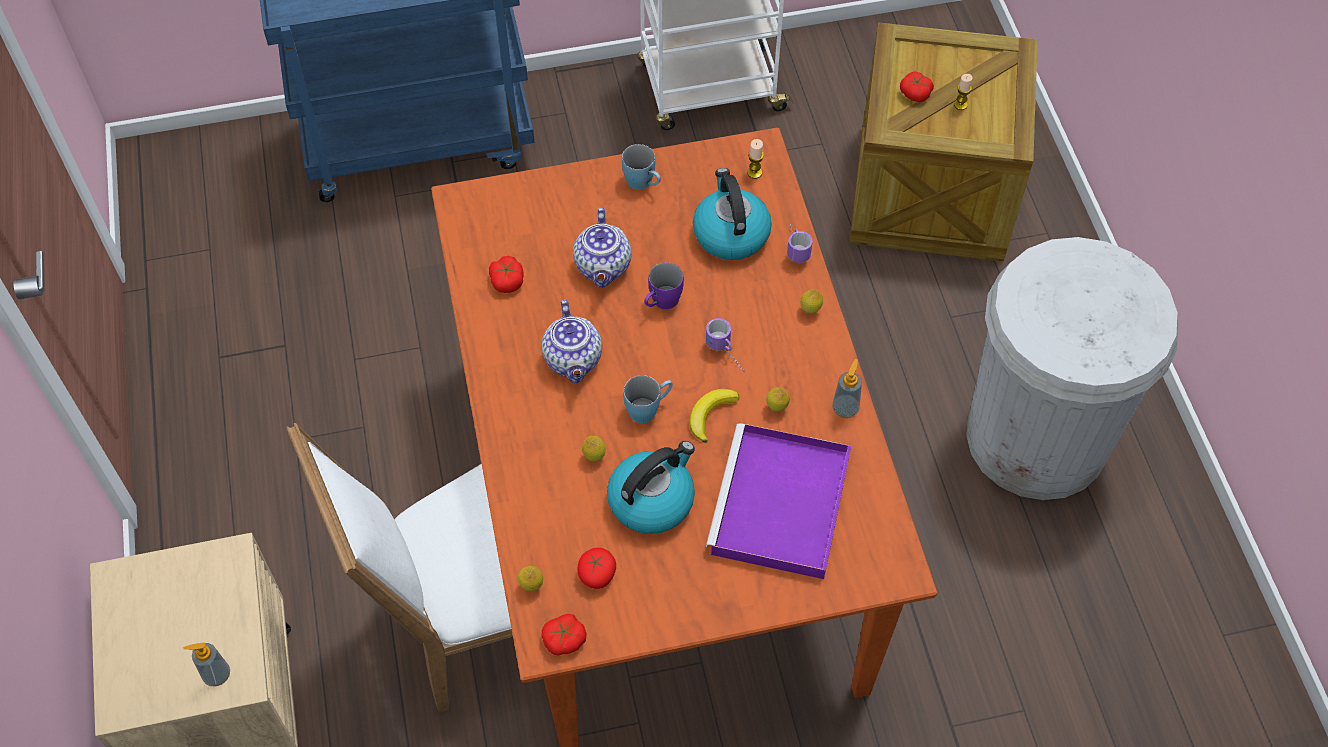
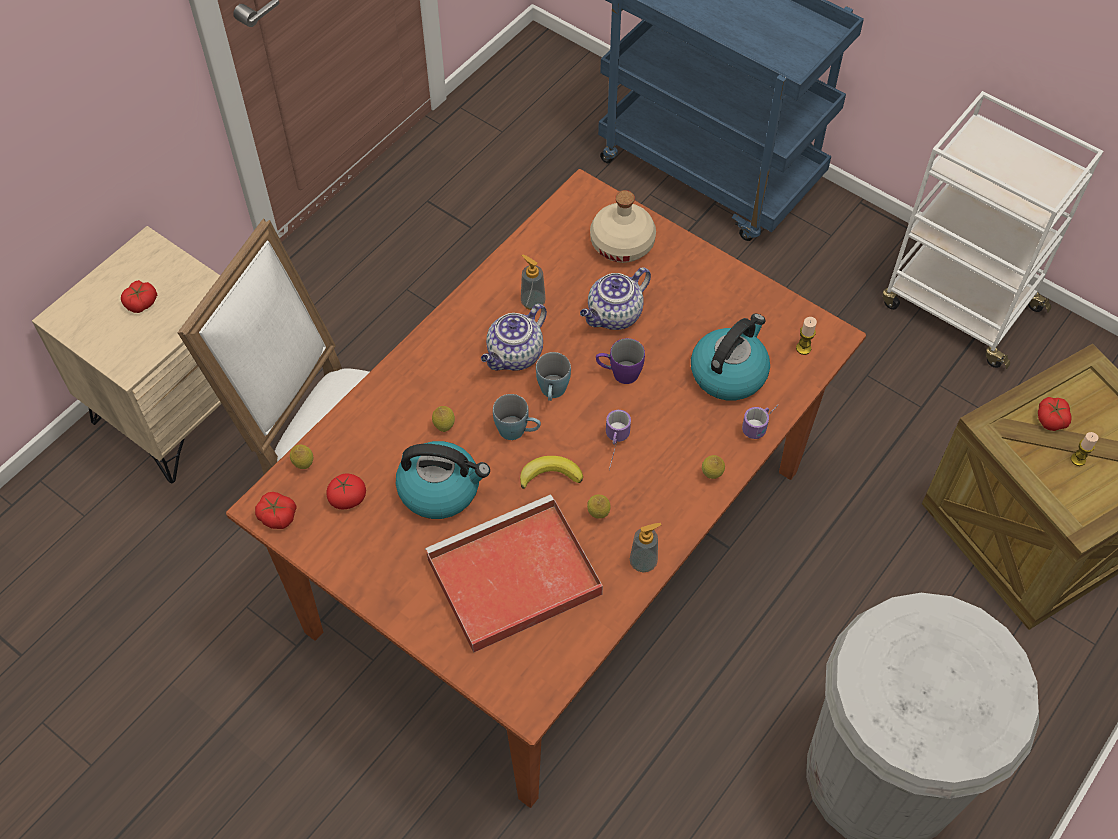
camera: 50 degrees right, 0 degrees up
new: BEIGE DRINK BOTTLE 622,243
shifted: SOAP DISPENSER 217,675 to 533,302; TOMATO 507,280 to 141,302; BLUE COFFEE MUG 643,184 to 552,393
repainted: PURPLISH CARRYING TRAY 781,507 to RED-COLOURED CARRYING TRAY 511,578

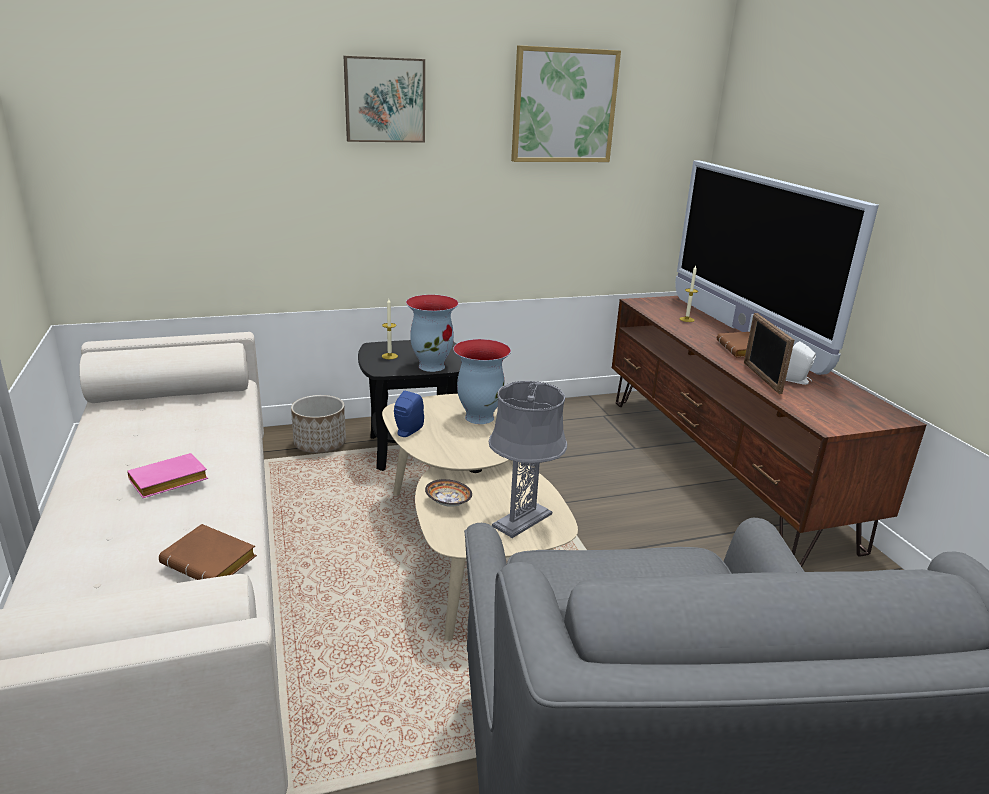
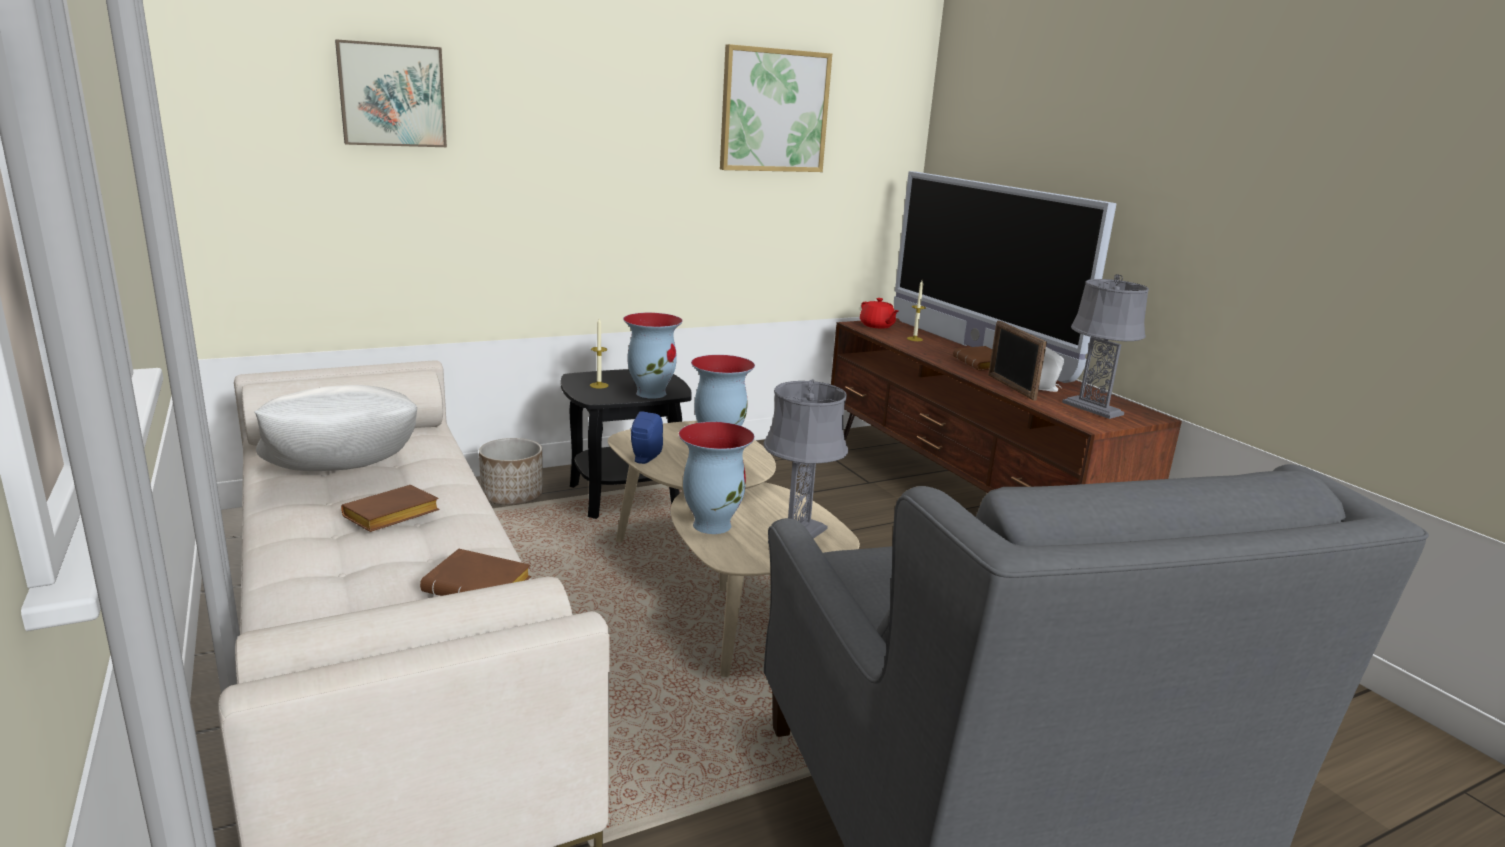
camera: 10 degrees left, 5 degrees down
new: WHITE THROW PILLOW 341,476; RED-COLOURED TEA POT 877,326; GREYISH TABLE LAMP 1091,408
shifted: WALL PICTURE 384,100 to 392,95
swapped: DEEP DISH 448,502 to DECORATIVE VASE 711,524
repainted: PINK-COLOURED BOOK 167,482 to BROWNISH BOOK 390,517

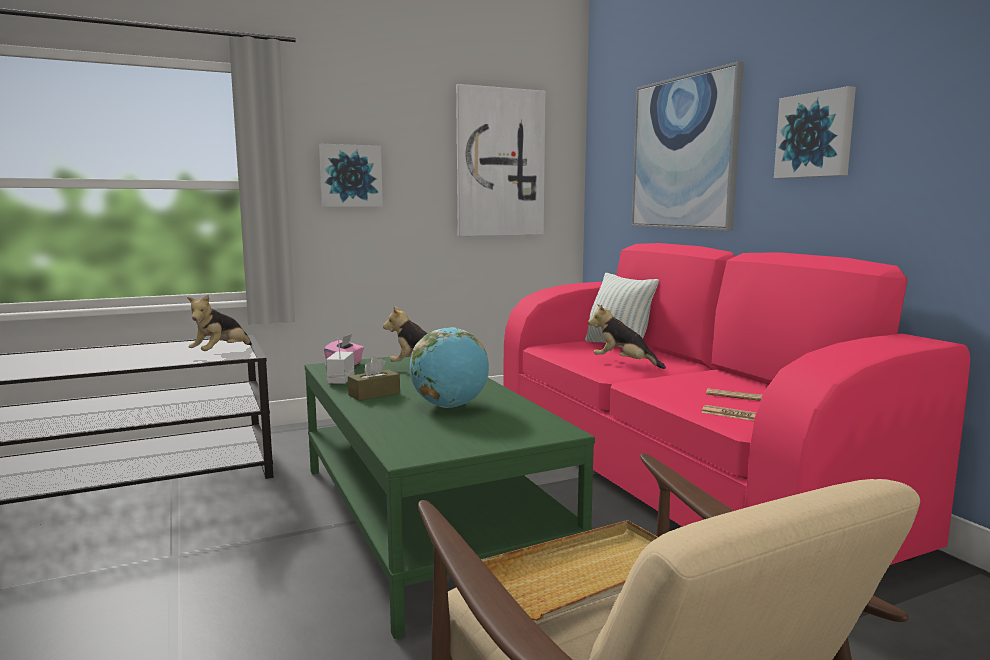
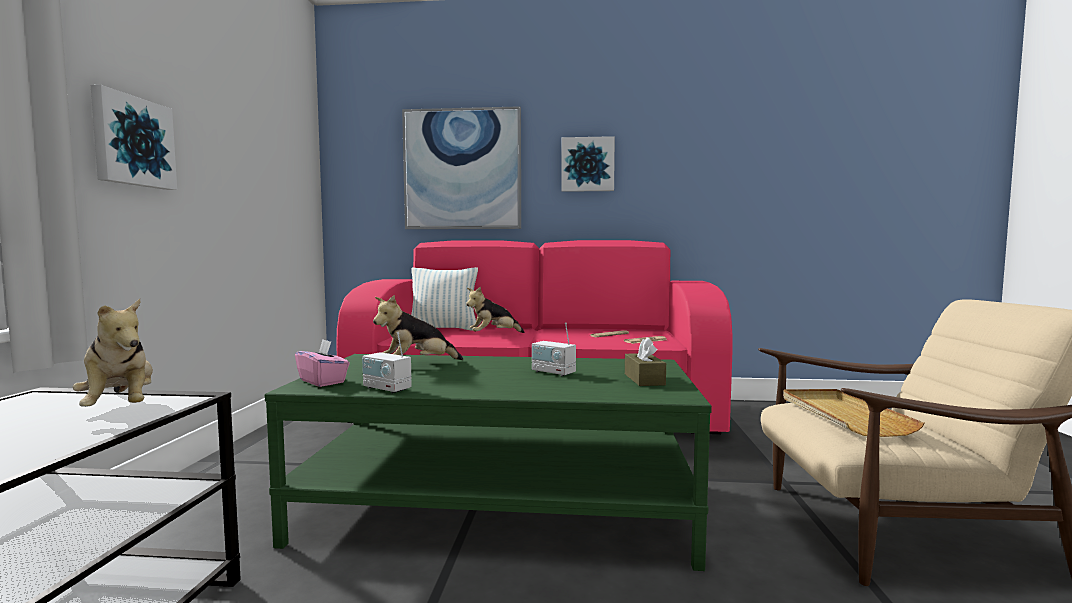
camera: 60 degrees left, 5 degrees down
gone: WALL PICTURE 500,163
shifted: BROWNISH TISSUE BOX 374,394 to 644,379
swapped: DESK GLOBE 450,406 to RADIO 553,372

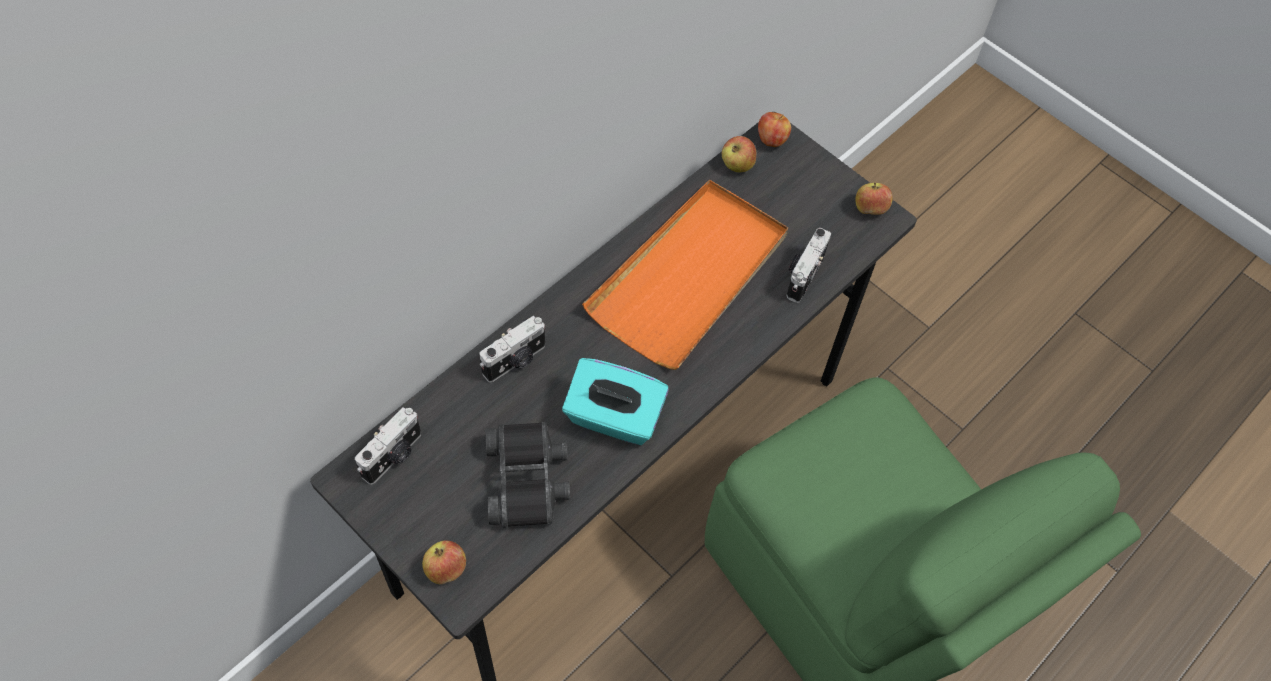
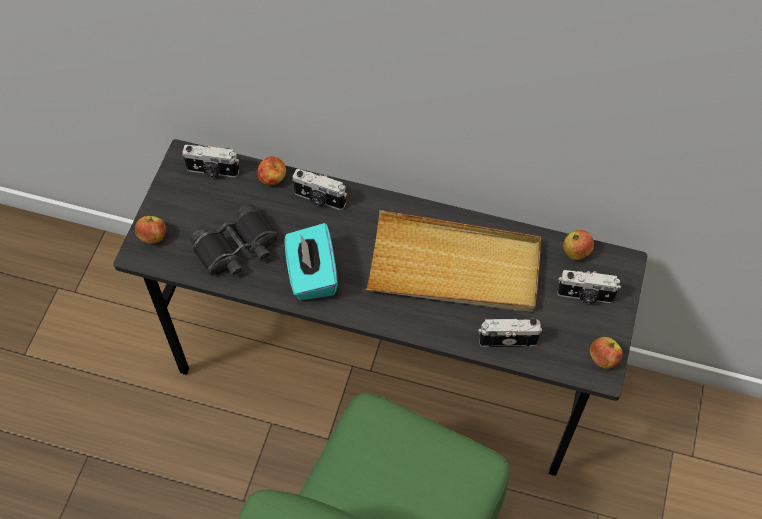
camera: 65 degrees right, 0 degrees up
new: STILL CAMERA 585,296
shifted: APPLE 771,140 to 273,179
repainted: ORANGEY CARRYING TRAY 690,277 to BEIGE CARRYING TRAY 454,267

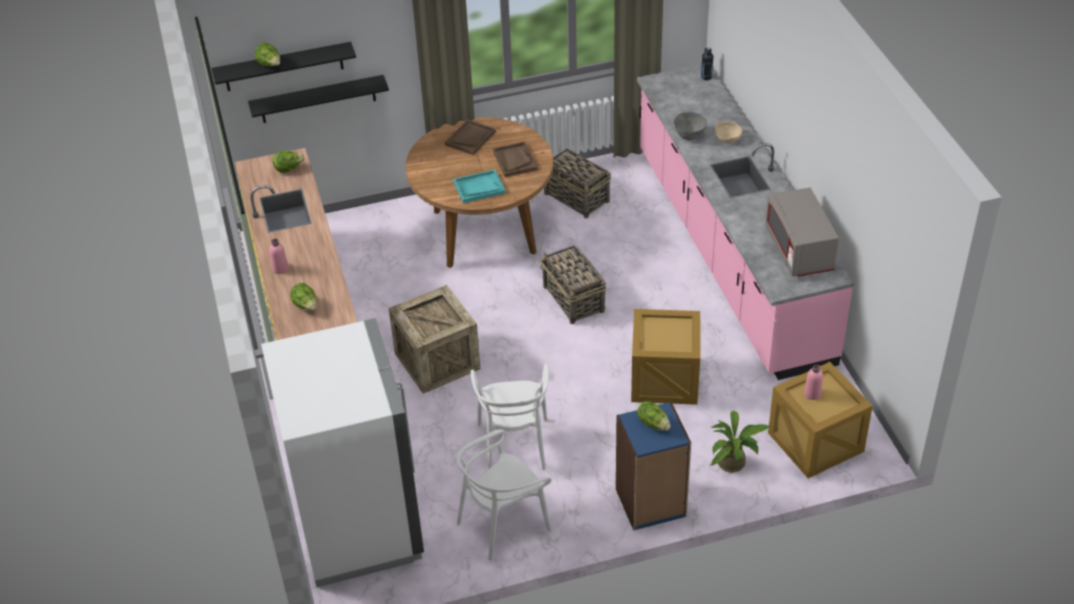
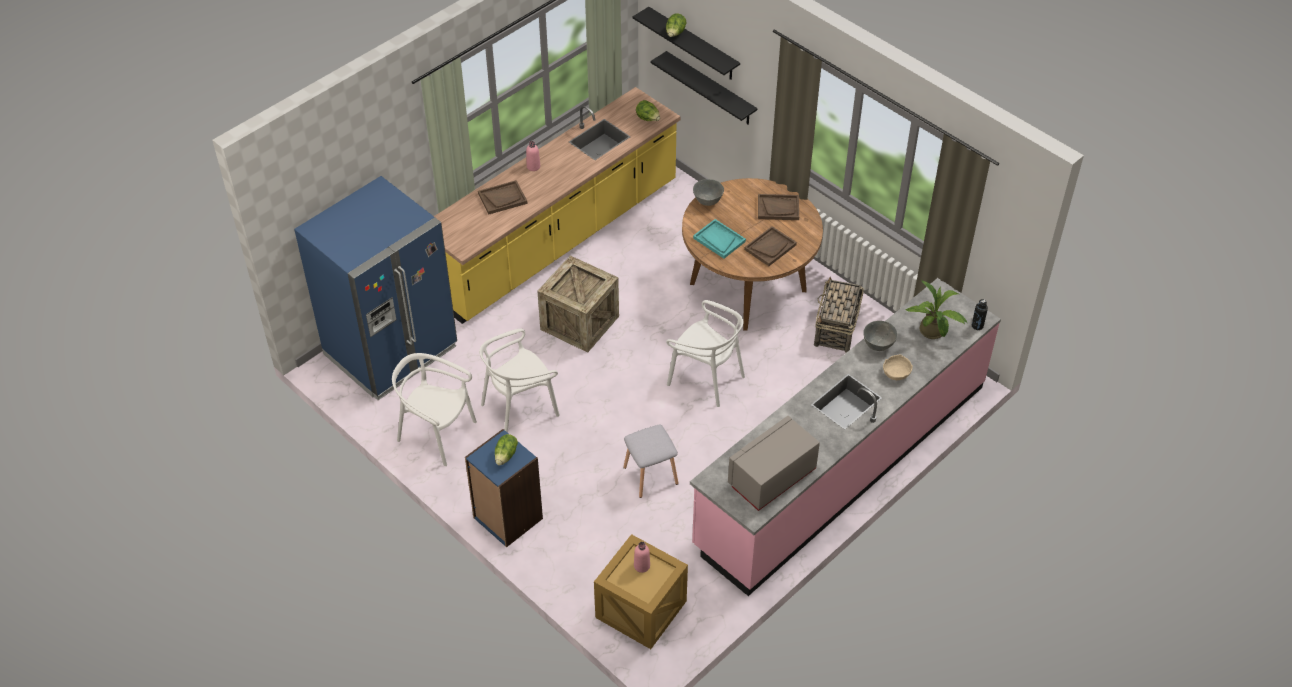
camera: 60 degrees right, 5 degrees up
new: GREYISH DEEP DISH 707,201
shifted: PLANT IN A POT 735,463 to 933,333
swapped: LETTUCE HEAD 306,306 to BROWNISH CARRYING TRAY 502,198; HOUSEHOLD BASKET 574,299 to WHITE PLAIN CHAIR 706,378; PACKING CRATE 664,380 to GREYISH SITTING STOOL 650,476
repainted: WHITE KITCHEN FRIDGE 358,524 to BLUE KITCHEN FRIDGE 391,351

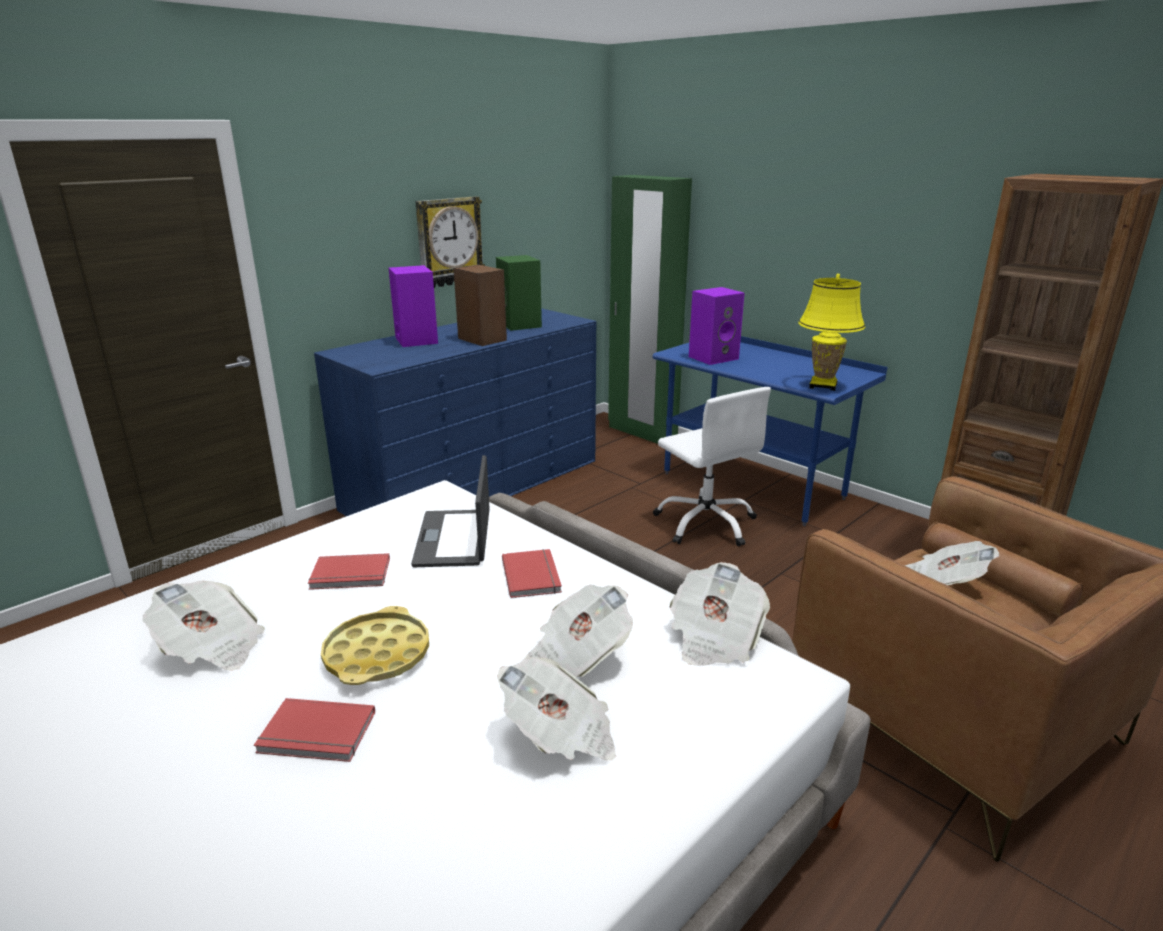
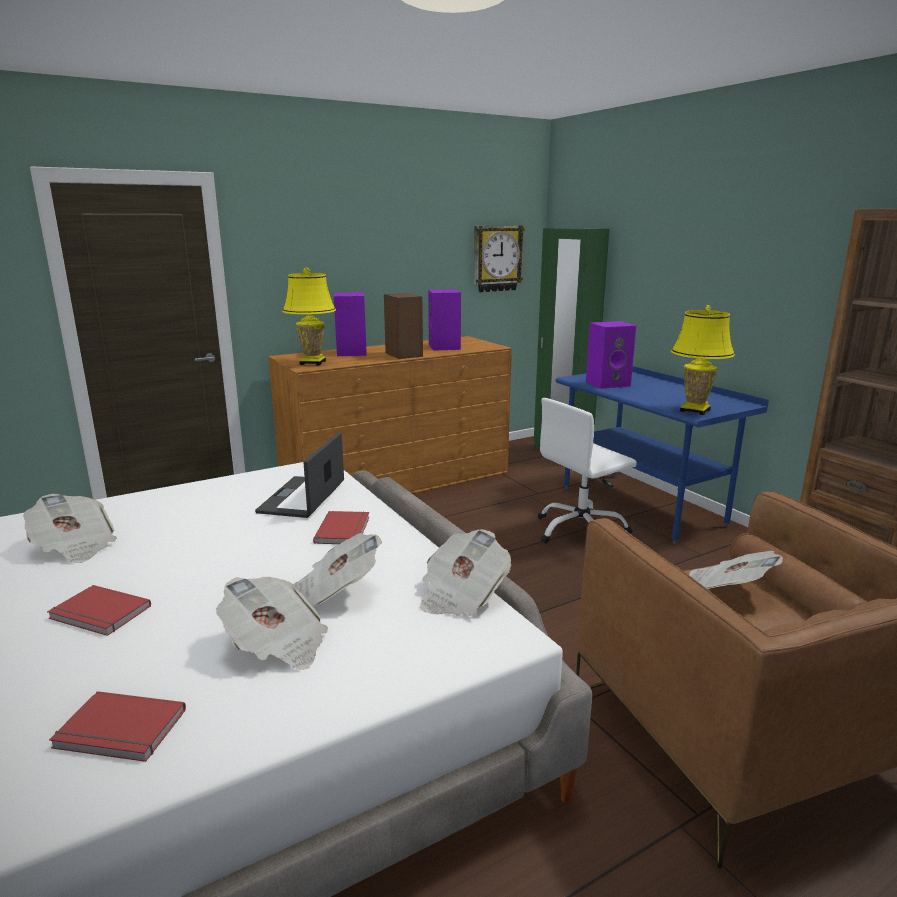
camera: 15 degrees right, 5 degrees down
gone: YELLOWISH CARRYING TRAY 377,654
new: YELLOWISH TABLE LAMP 312,363
shifted: RED-COLOURED BOOK 350,575 to 119,731; CLOCK ON THE WALL 449,242 to 497,258
repainted: BLUE DRAWER CHEST 475,484 to BROWNISH DRAWER CHEST 397,479; GREEN-COLOURED SPEAKER 521,325 to PURPLISH SPEAKER 445,347
rotated: WHITE OFFICE CHAIR 706,523 = 581,531 75 degrees clockwise

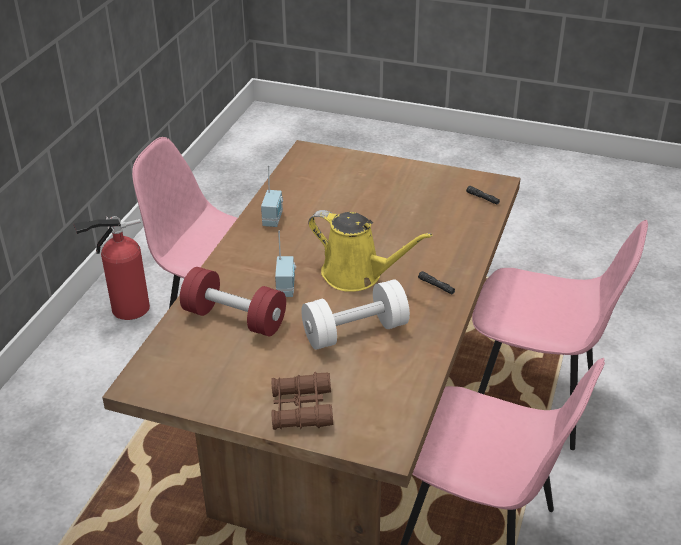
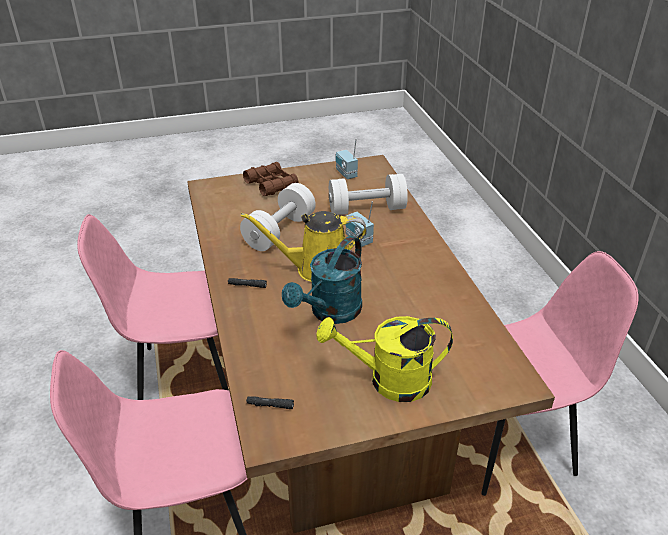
camera: 145 degrees right, 0 degrees up
gone: FIRE-FIGHTING CYLINDER 126,309
new: BLUE-GREEN WATERING POT 330,313; YELLOWISH WATERING POT 389,381
shifted: RADIO 274,219 to 345,174
repainted: RED-COLOURED DUMBBELL 234,318 to WHITE DUMBBELL 366,209

